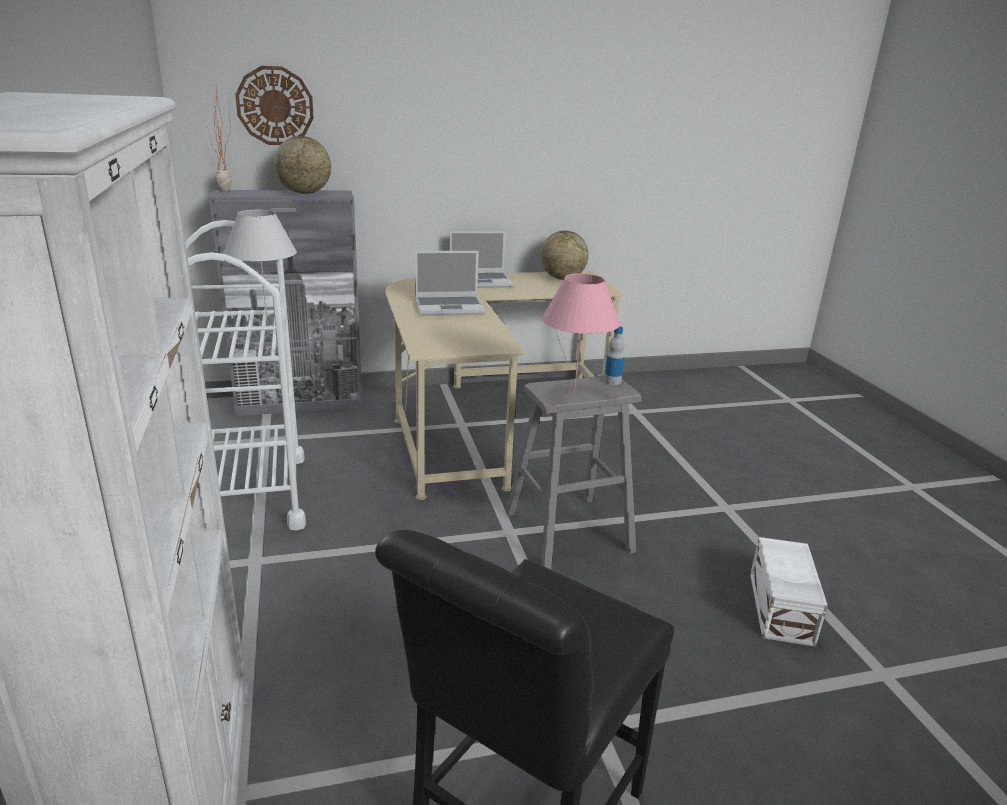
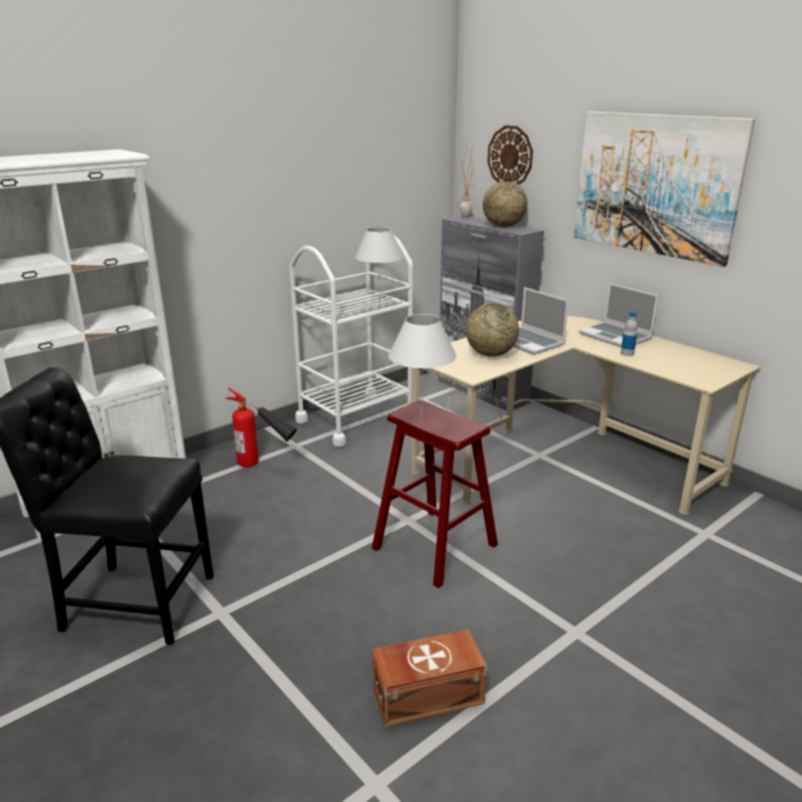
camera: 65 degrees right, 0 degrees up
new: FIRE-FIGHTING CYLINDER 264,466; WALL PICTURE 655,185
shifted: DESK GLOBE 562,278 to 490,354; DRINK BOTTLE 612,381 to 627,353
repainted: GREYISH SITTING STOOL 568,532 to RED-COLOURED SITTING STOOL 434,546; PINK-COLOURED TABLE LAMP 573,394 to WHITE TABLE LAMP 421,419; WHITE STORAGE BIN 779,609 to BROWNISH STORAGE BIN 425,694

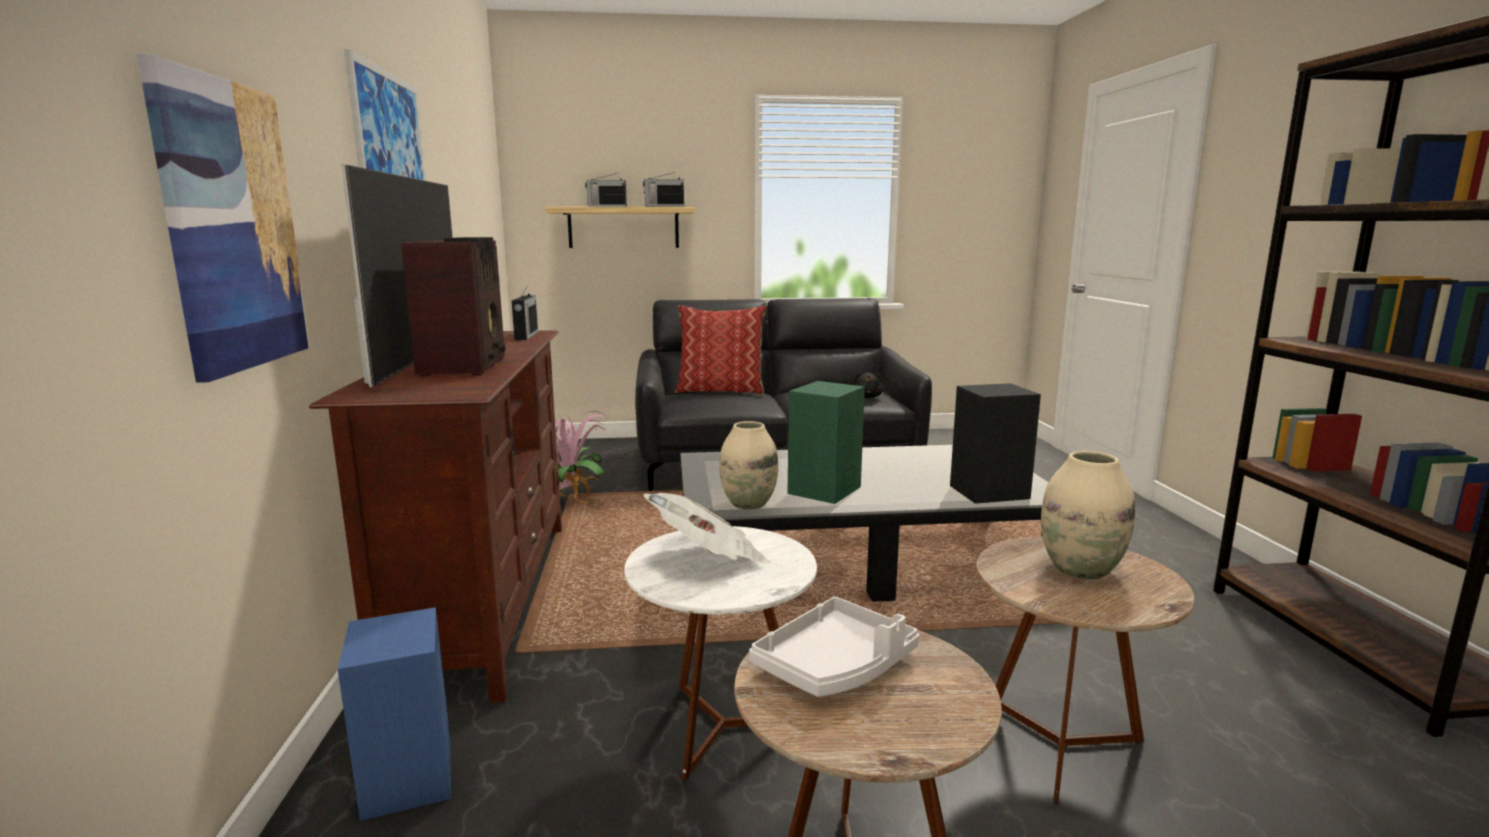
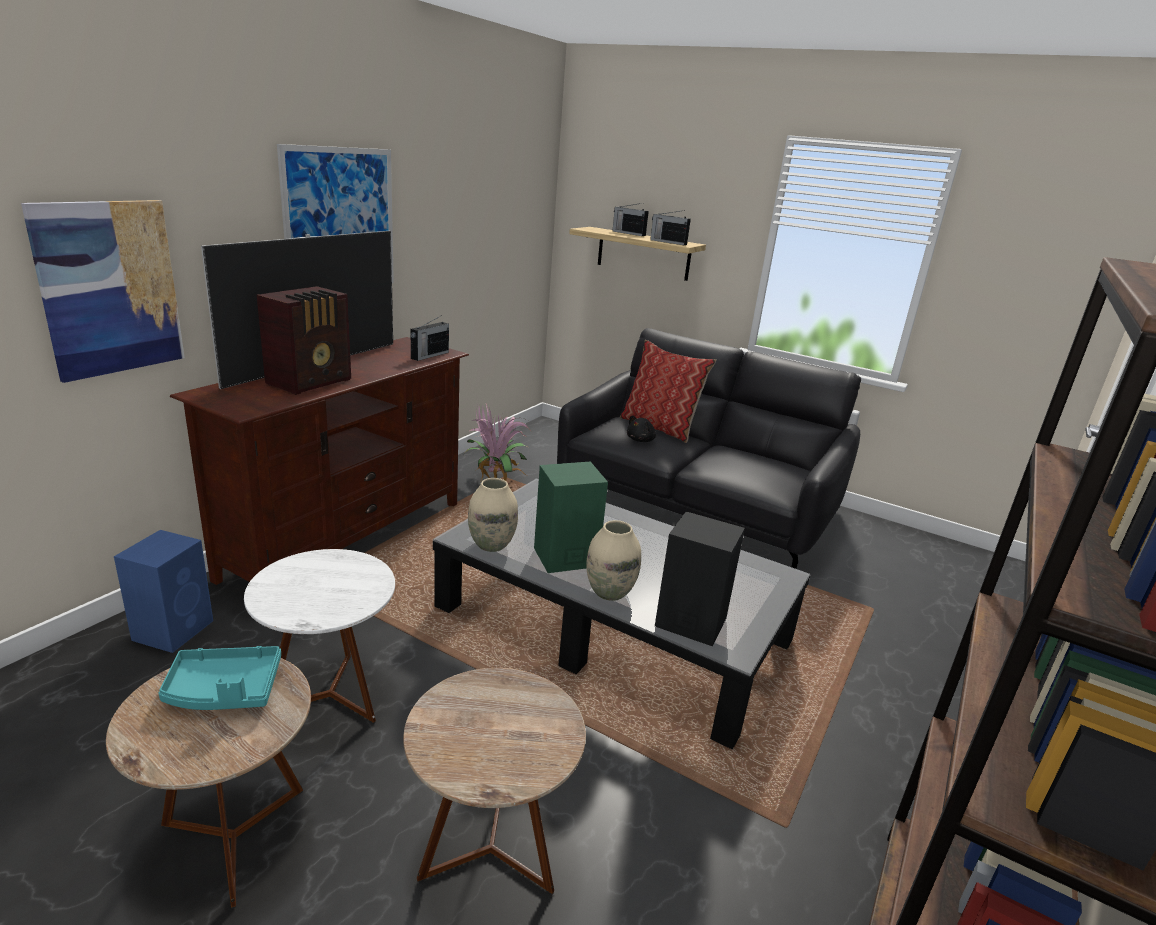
camera: 35 degrees right, 10 degrees up
gone: PRINTED PAPER 708,558
shifted: BLACK-COLOURED CUDDLY TOY 867,397 to 641,440; BEIGE DECORATIVE VASE 1080,569 to 609,592
repainted: WHITE CARRYING TRAY 836,666 to BLUE-GREEN CARRYING TRAY 224,690

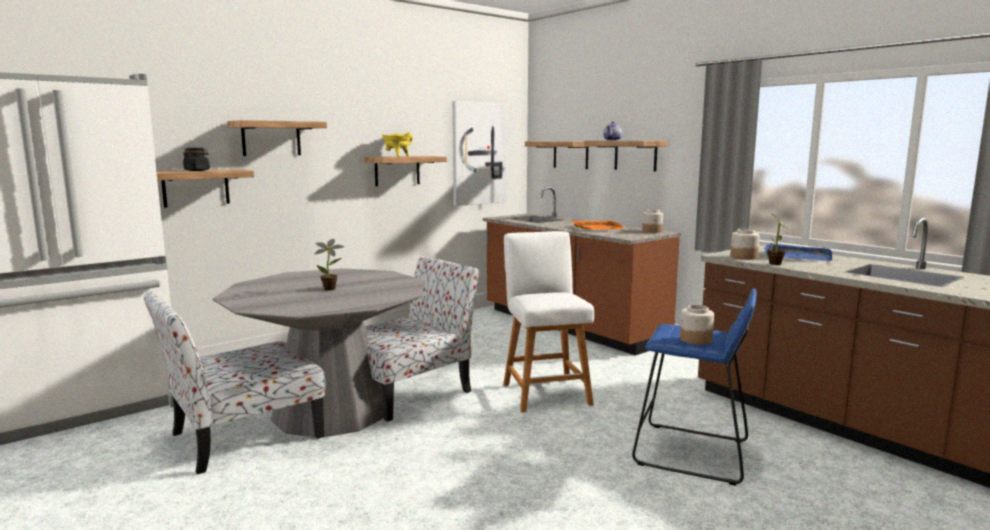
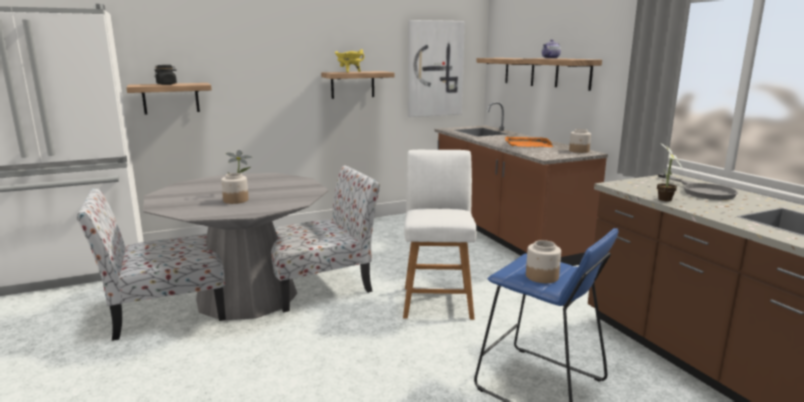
camera: 15 degrees right, 5 degrees up
gone: WALL SHELF 271,138
shifted: PRESERVE JAR 743,257 to 235,200
swapped: BLUE CARRYING TRAY 796,256 to GREYISH SKILLET 701,191

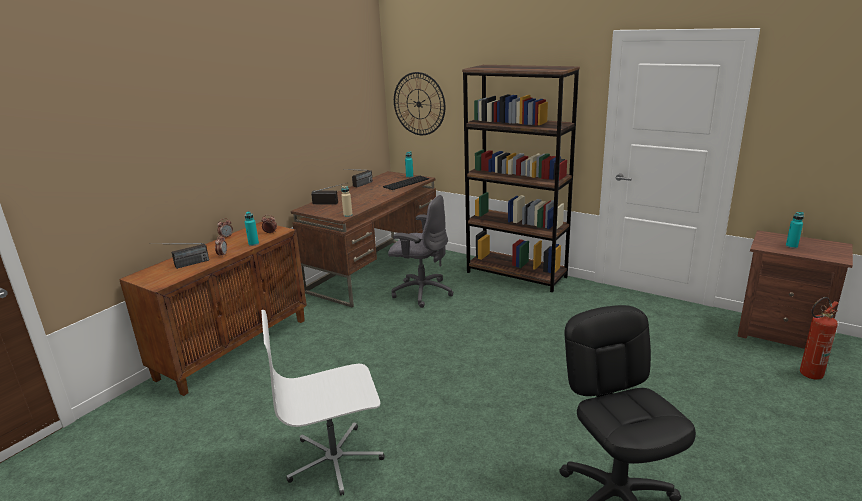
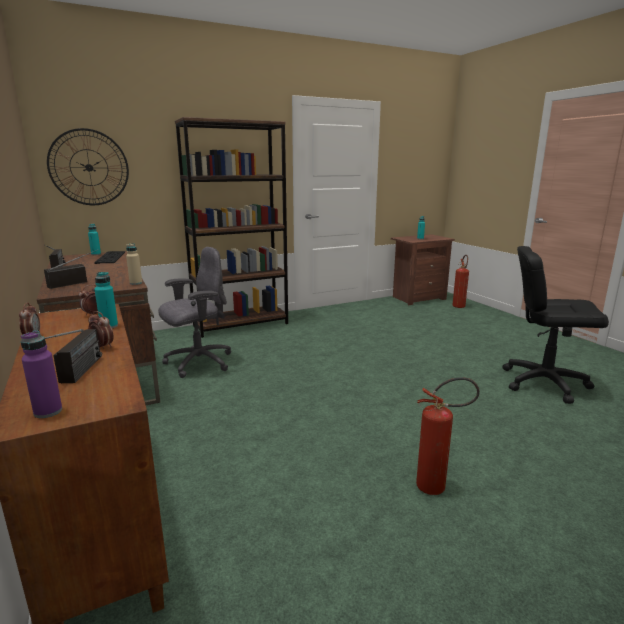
camera: 60 degrees left, 5 degrees down
new: PURPLISH DRINK BOTTLE 48,411
swapped: WHITE OFFICE CHAIR 335,460 to FIRE-FIGHTING CYLINDER 438,487

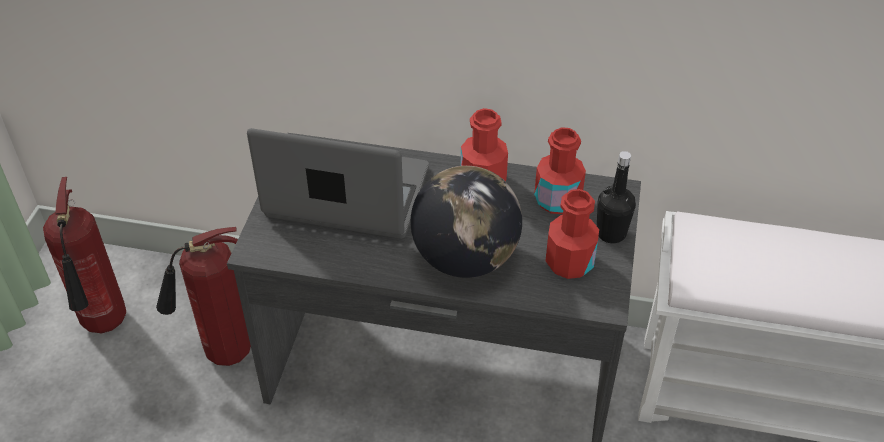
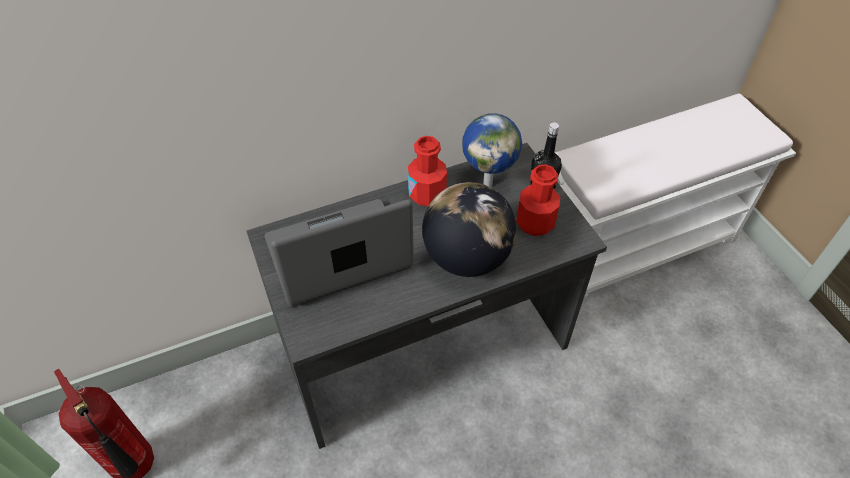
camera: 35 degrees left, 5 degrees up
gone: FIRE-FIGHTING CYLINDER 222,354
swapped: RED-COLOURED DRINK BOTTLE 557,200 to DESK GLOBE 488,182

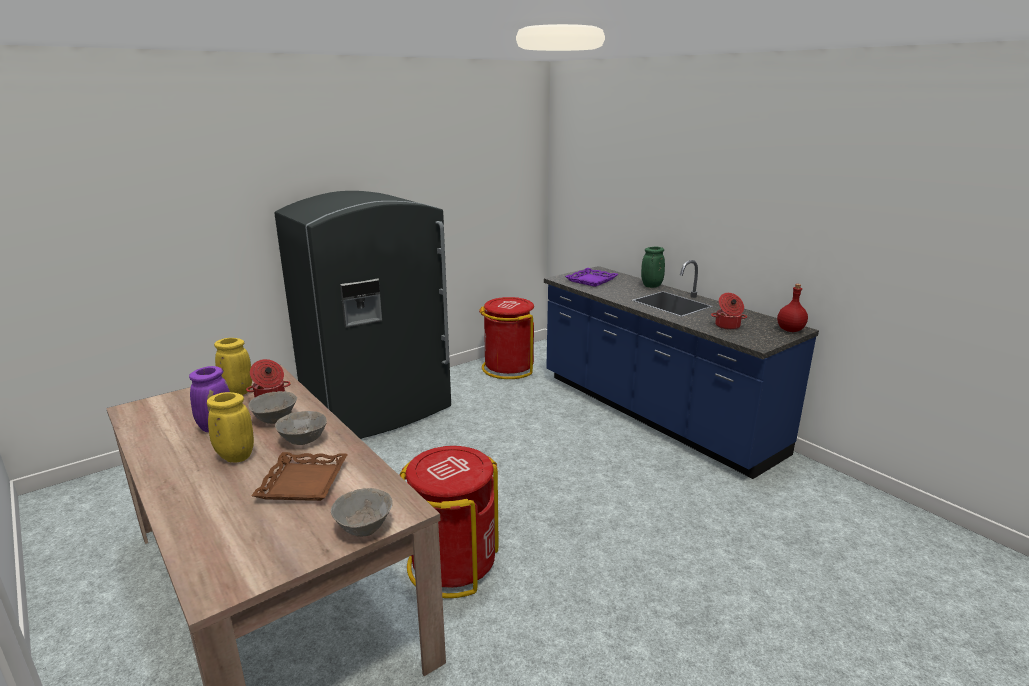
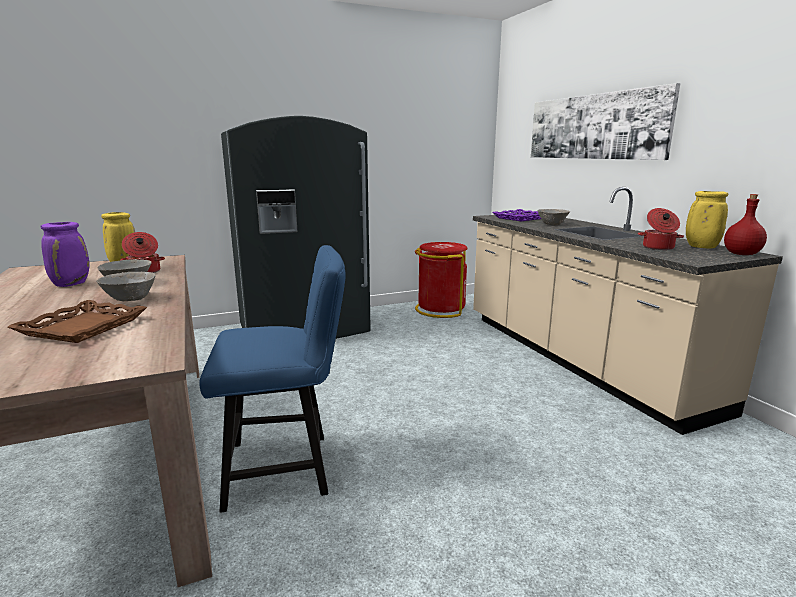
camera: 15 degrees right, 5 degrees down
gone: GREEN-COLOURED DECORATIVE VASE 651,286
new: WALL PICTURE 594,127
shifted: YELLOWISH DECORATIVE VASE 235,457 to 700,247; GREYISH DEEP DISH 364,527 to 552,224
swapped: RED-COLOURED TRASH CAN 452,564 to BLUE PLAIN CHAIR 288,468
repainted: BLUE KITCHEN BASE UNIT 654,414 to BEIGE KITCHEN BASE UNIT 576,359

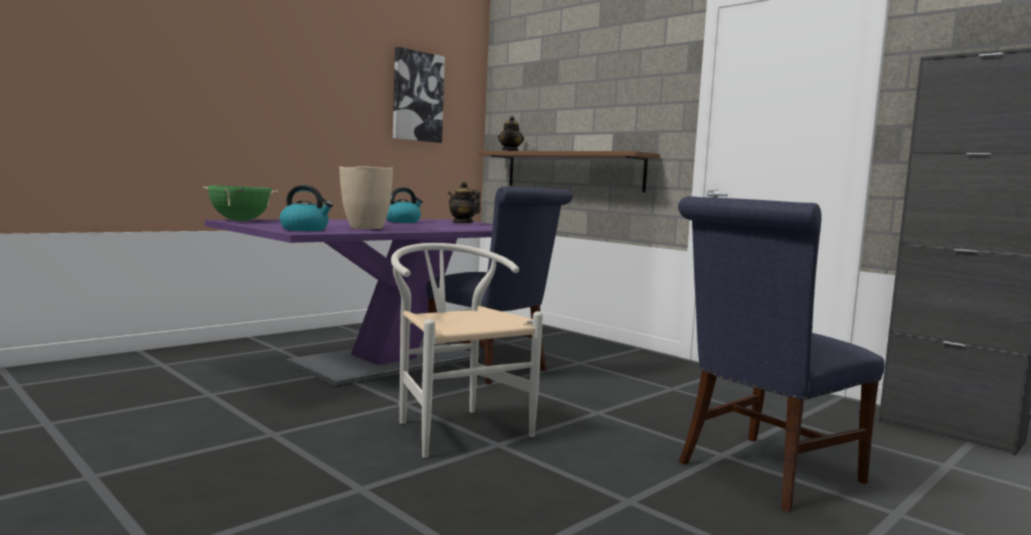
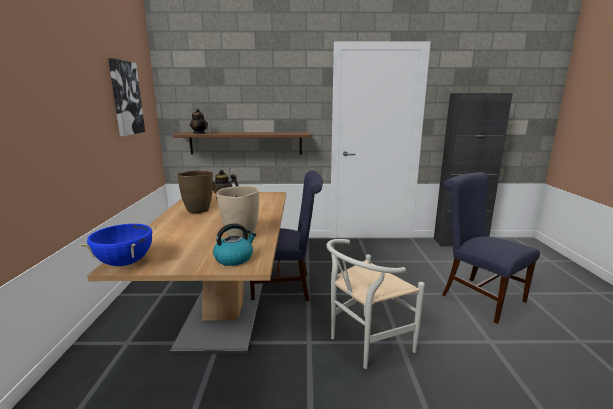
camera: 45 degrees left, 10 degrees up
swapped: KETTLE 403,221 to BROWNISH DECORATIVE VASE 198,210
repainted: GREEN-COLOURED STOCKPOT 240,220 to BLUE STOCKPOT 125,263; PURPLISH DINING TABLE 386,361 to BROWNISH DINING TABLE 224,312
rotated: WHITE PLAIN CHAIR 454,427 = 364,343 45 degrees counterclockwise; BLUE PLAIN CHAIR 762,474 = 478,296 135 degrees clockwise

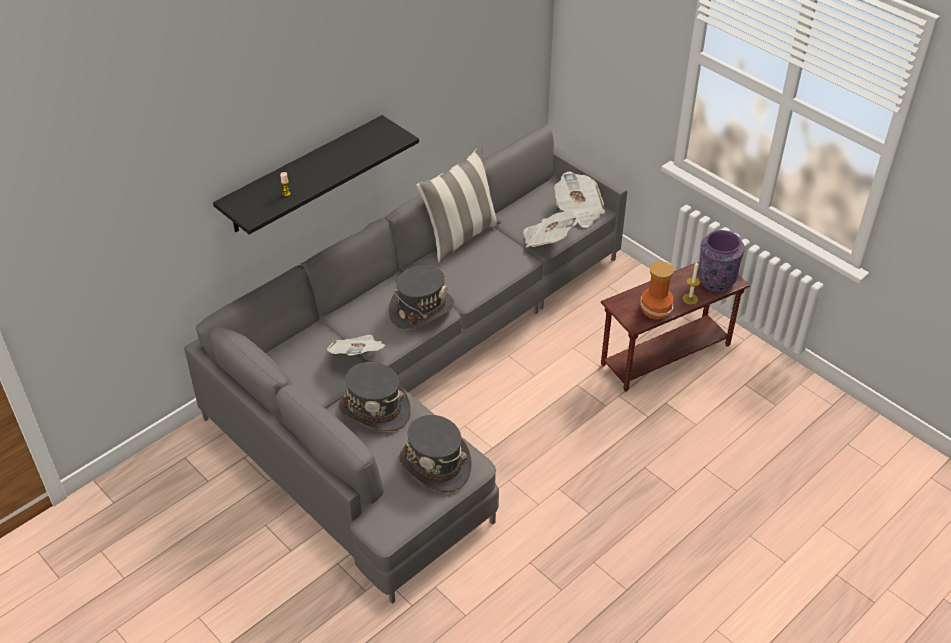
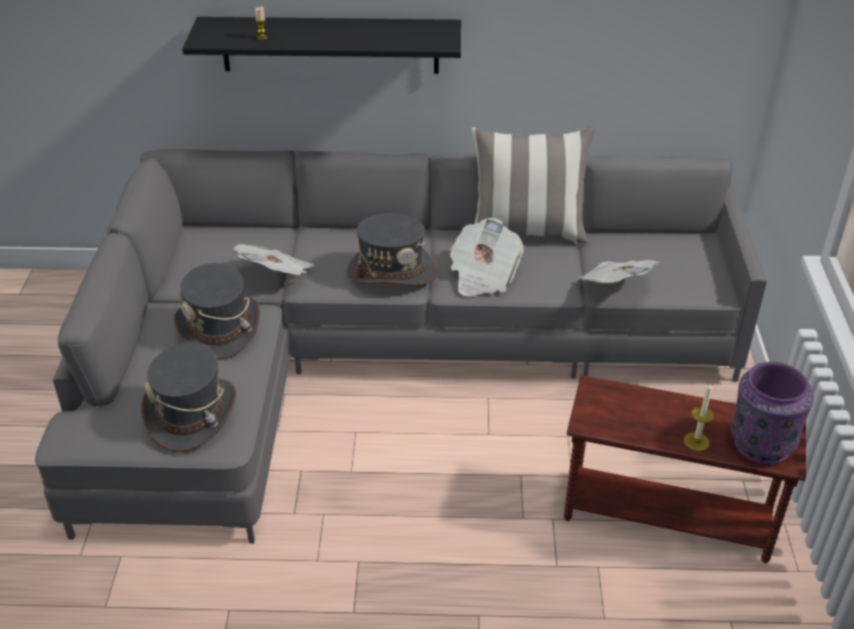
camera: 45 degrees right, 5 degrees down
gone: DECORATIVE VASE 654,310
shifted: PRINTED PAPER 578,211 to 483,275

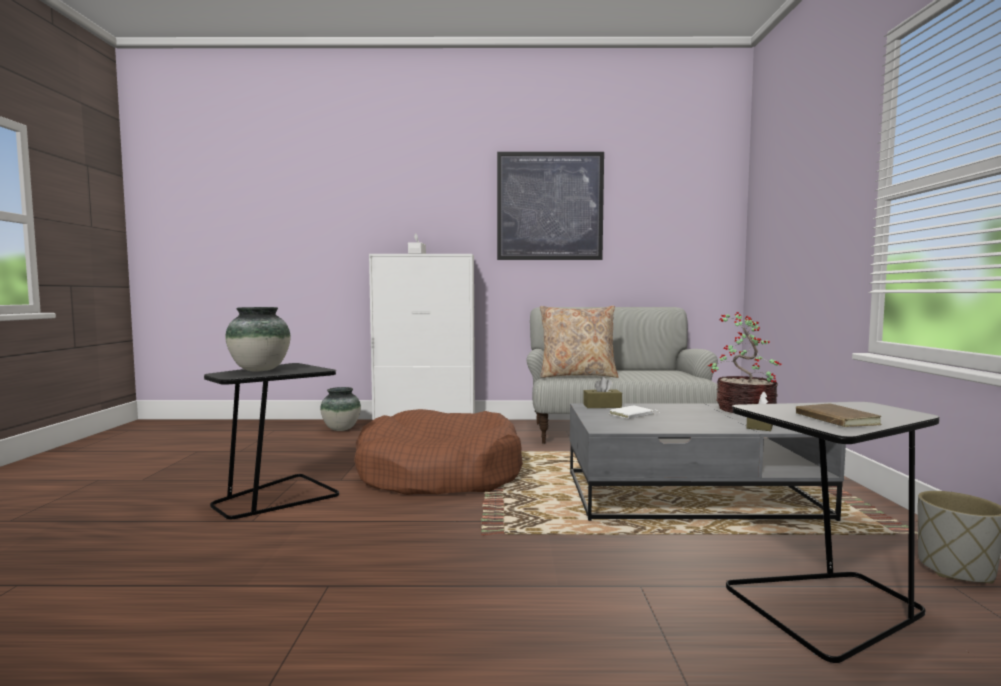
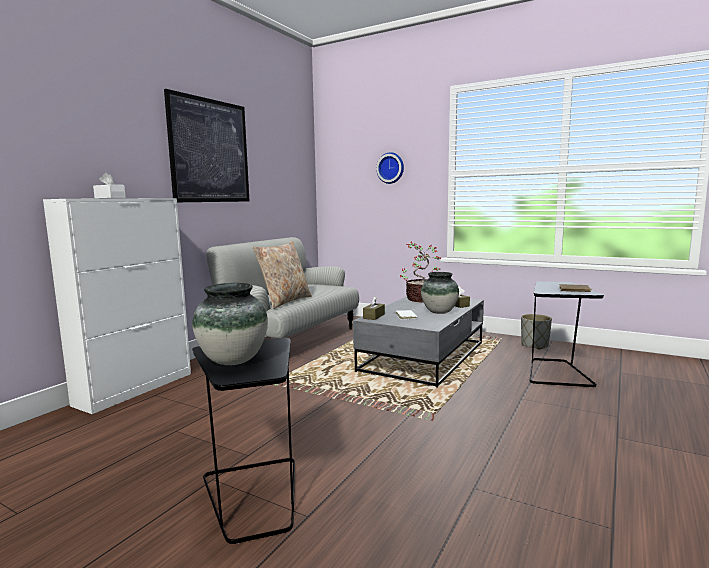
camera: 60 degrees left, 5 degrees up
gone: BROWNISH DOG BED 439,474
new: CLOCK ON THE WALL 391,168
shifted: DECORATIVE VASE 340,429 to 439,312

